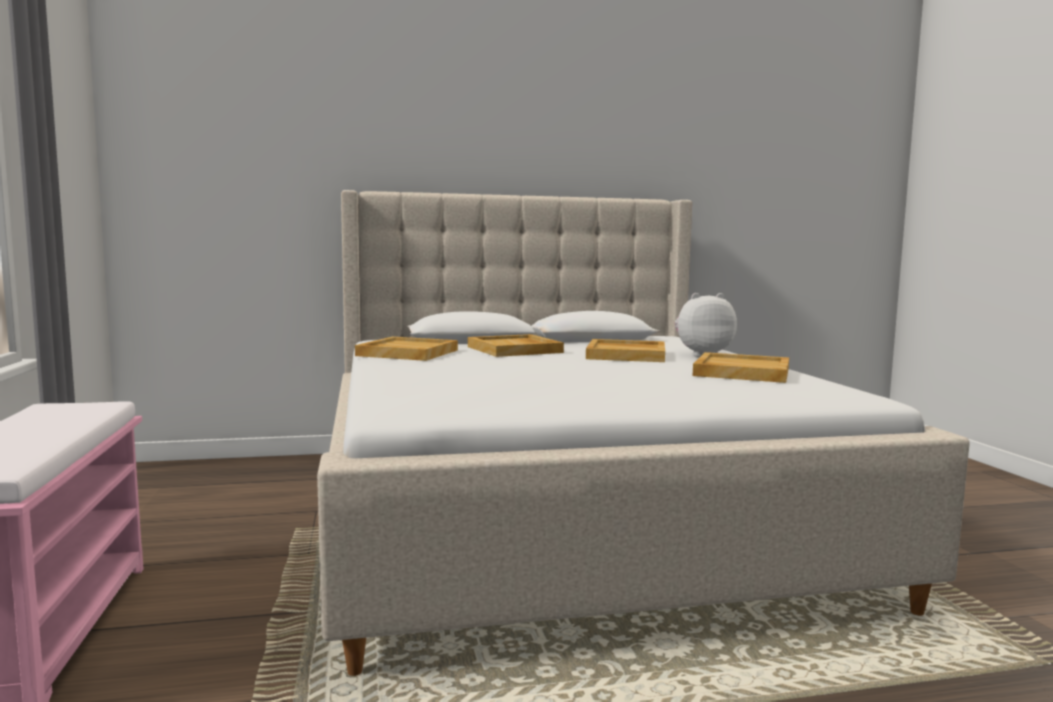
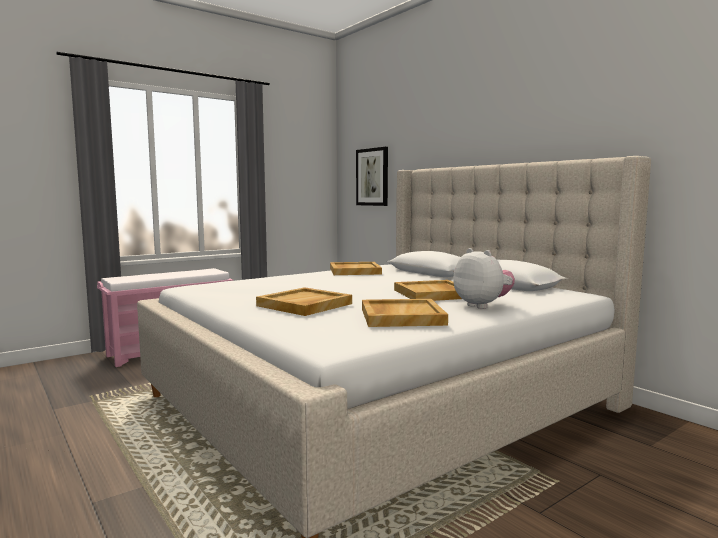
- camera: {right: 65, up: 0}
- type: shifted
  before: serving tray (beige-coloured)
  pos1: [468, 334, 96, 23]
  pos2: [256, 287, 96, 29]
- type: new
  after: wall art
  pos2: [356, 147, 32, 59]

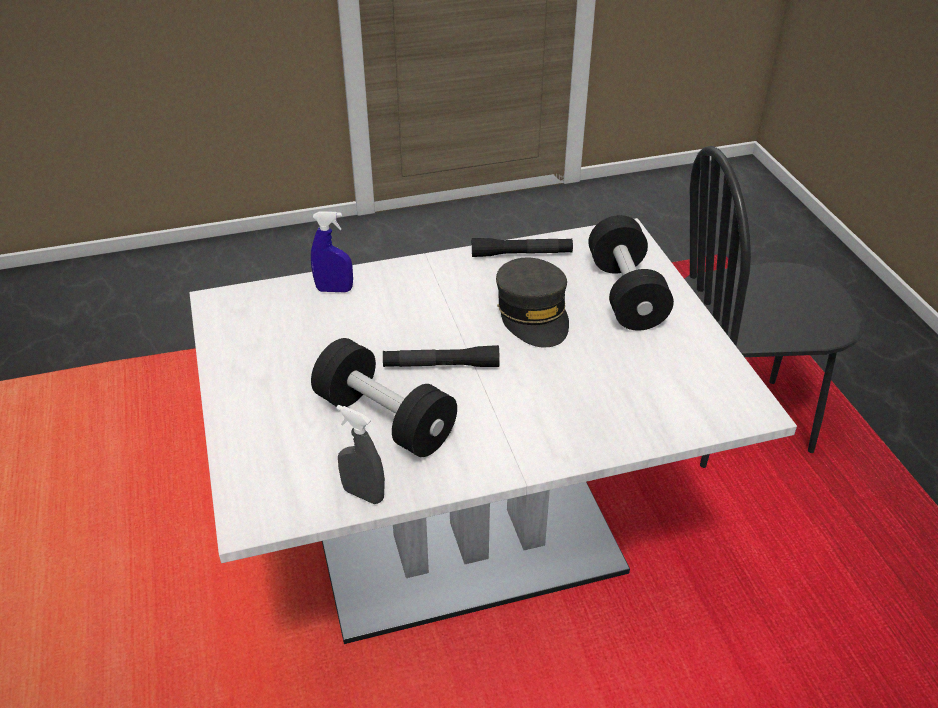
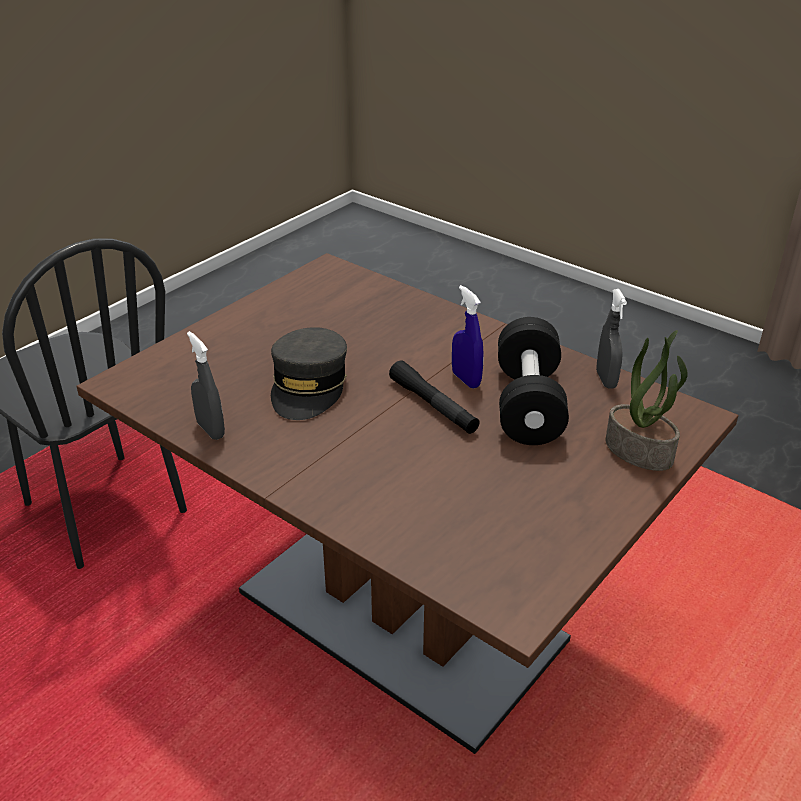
- camera: {right: -125, up: -5}
- type: shifted
  before: sprayer (blue-coloured)
  pos1: [311, 211, 42, 81]
  pos2: [452, 285, 32, 104]
- type: gone
  before: dumbbell (black-coloured)
  pos1: [588, 215, 86, 116]
- type: repainted
  before: dinner table (white)
  after: dinner table (brown-coloured)
  pos1: [189, 218, 608, 426]
  pos2: [76, 253, 663, 501]
- type: swapped
  before: torch (black-coloured)
  after: sprayer (grey)
  pos1: [472, 238, 101, 19]
  pos2: [187, 331, 38, 109]
- type: rotated
  before: baseball cap (grey)
  pos1: [496, 258, 73, 89]
  pos2: [271, 327, 76, 93]
  turn: 150
- type: new
  after: houseplant
  pos2: [606, 330, 82, 141]

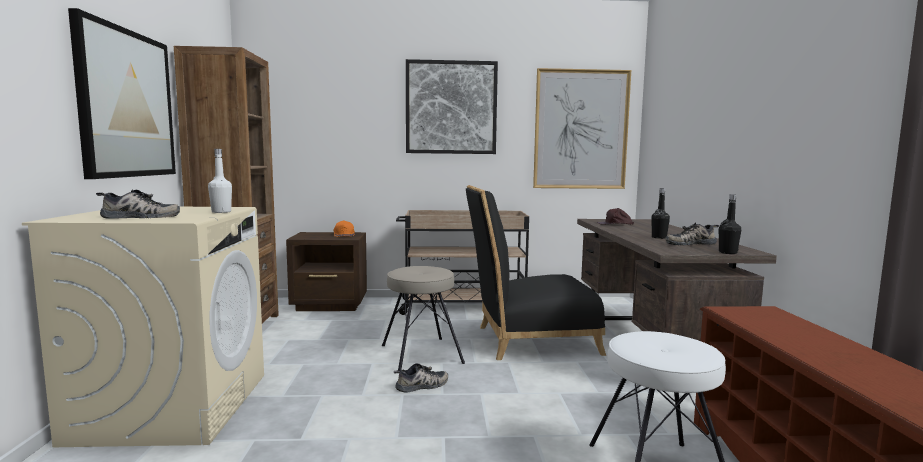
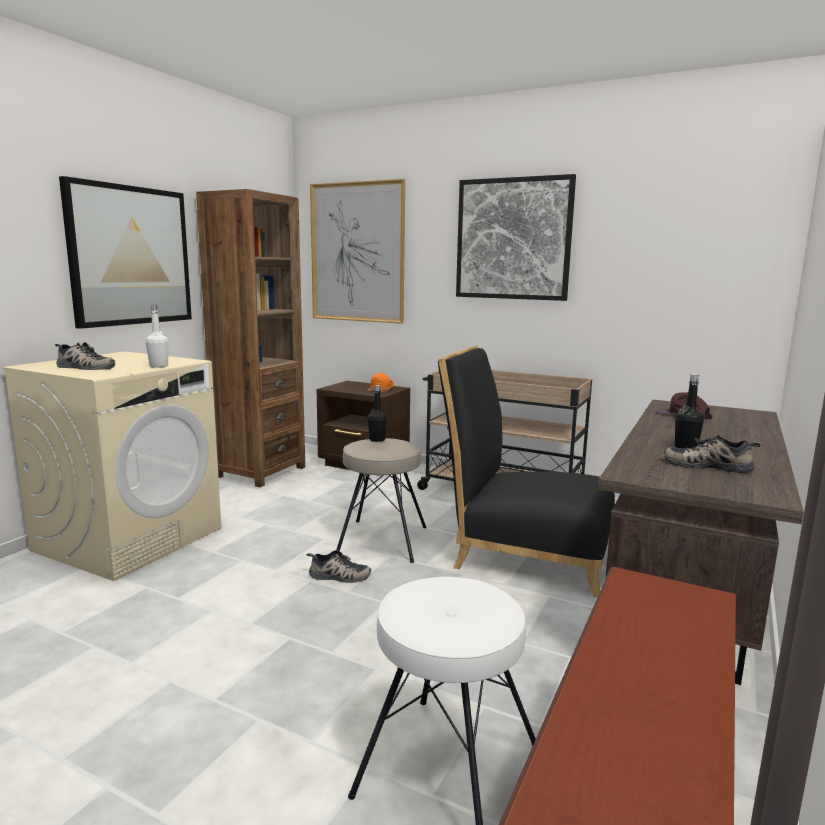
- camera: {right: 30, up: 5}
- type: shifted
  before: wall art
  pos1: [533, 68, 98, 121]
  pos2: [310, 179, 95, 145]
- type: shifted
  before: beverage bottle (black-coloured)
  pos1: [719, 194, 22, 60]
  pos2: [368, 385, 19, 57]

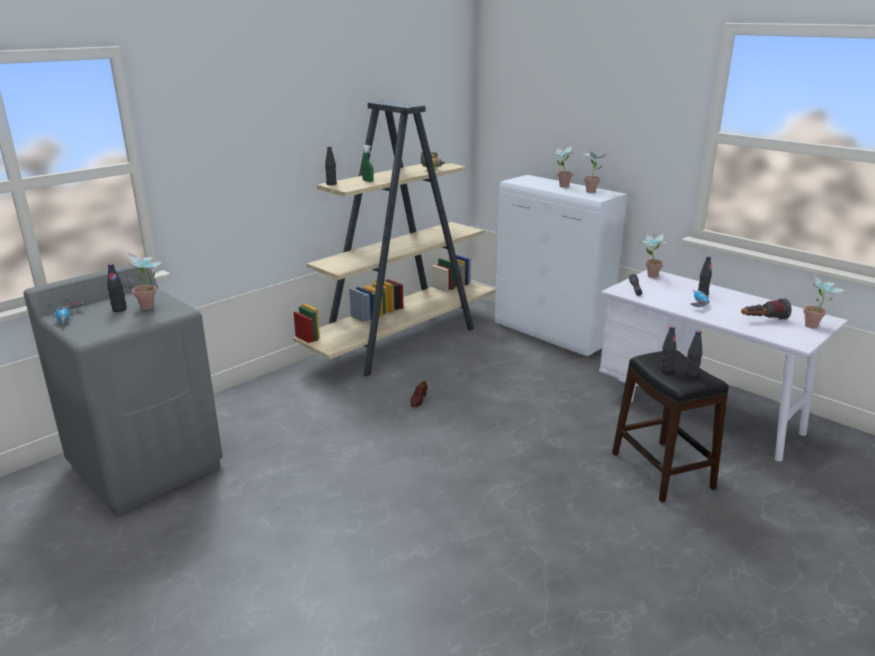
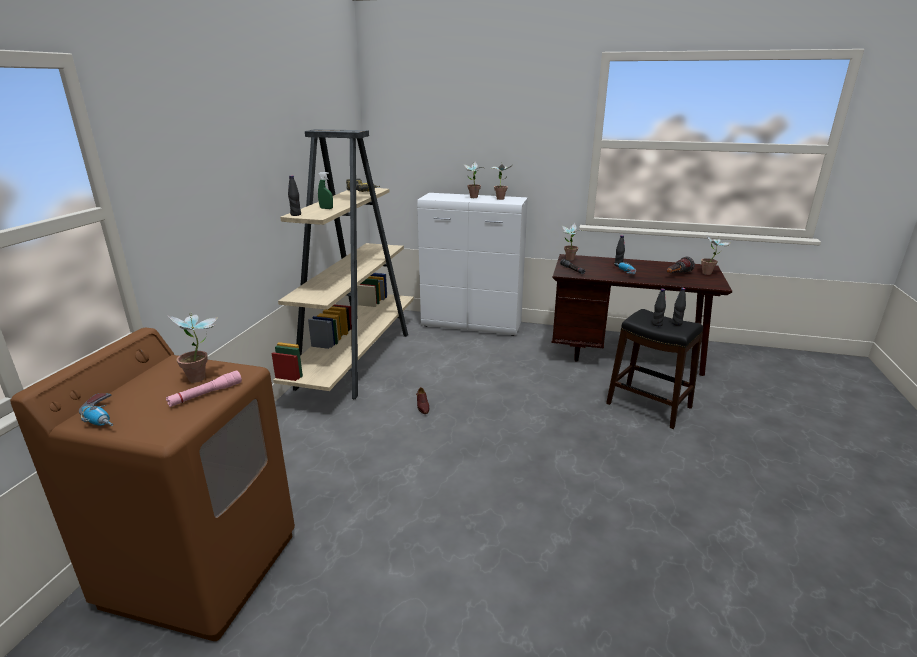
- camera: {right: -30, up: 0}
- type: repainted
  before: washing machine (grey)
  after: washing machine (brown-coloured)
  pos1: [23, 263, 200, 251]
  pos2: [10, 328, 285, 313]
- type: gone
  before: beverage bottle (black-coloured)
  pos1: [107, 264, 20, 48]
- type: repainted
  before: desk (white)
  after: desk (brown-coloured)
  pos1: [599, 270, 249, 191]
  pos2: [552, 254, 180, 122]
- type: new
  after: torch (pink)
  pos2: [166, 371, 76, 36]

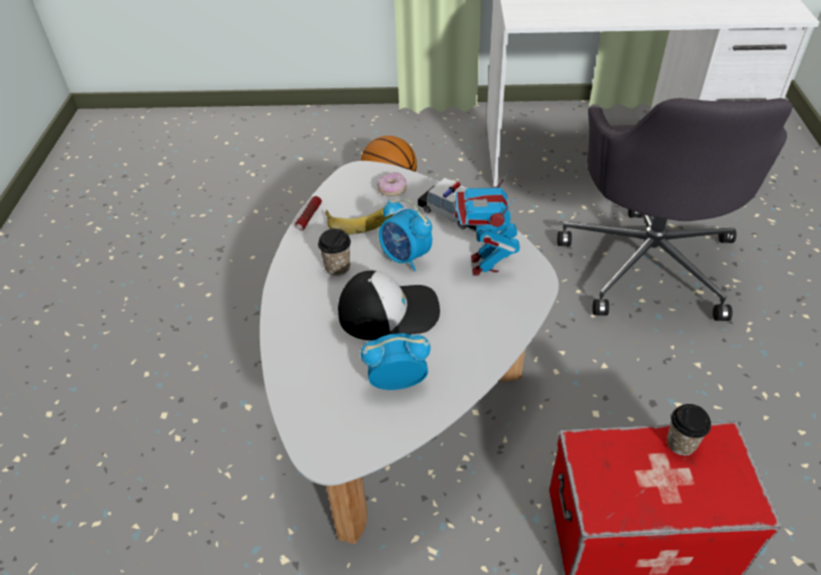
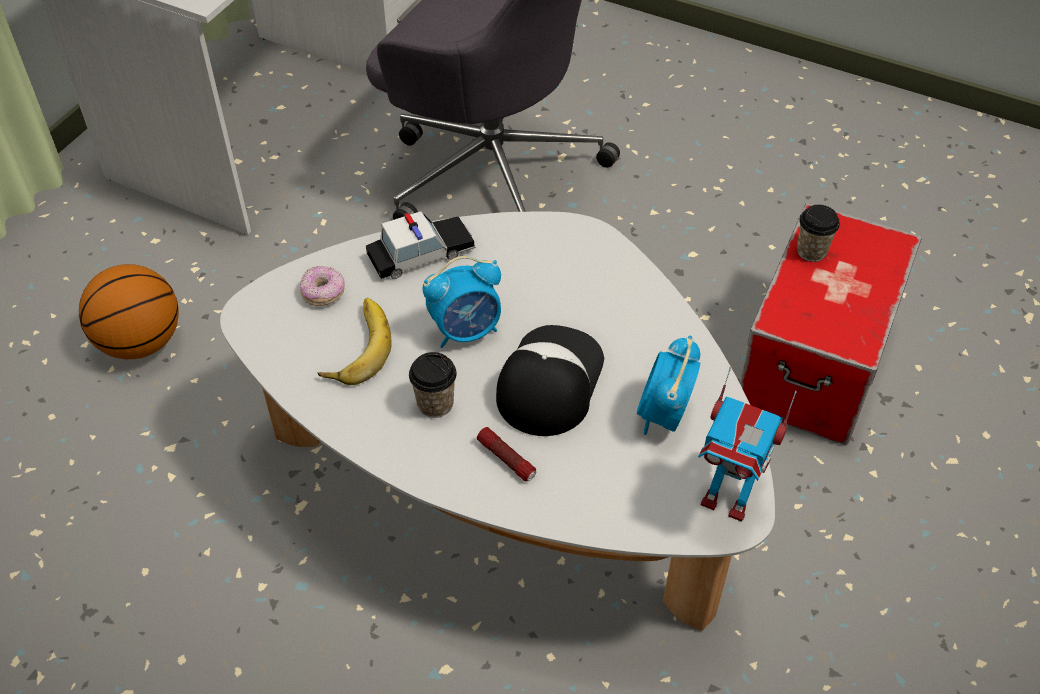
- camera: {right: -65, up: 5}
- type: shifted
  before: robot figure
  pos1: [455, 169, 65, 107]
  pos2: [698, 366, 99, 156]
- type: shifted
  before: torch
  pos1: [295, 196, 27, 34]
  pos2: [477, 427, 59, 54]

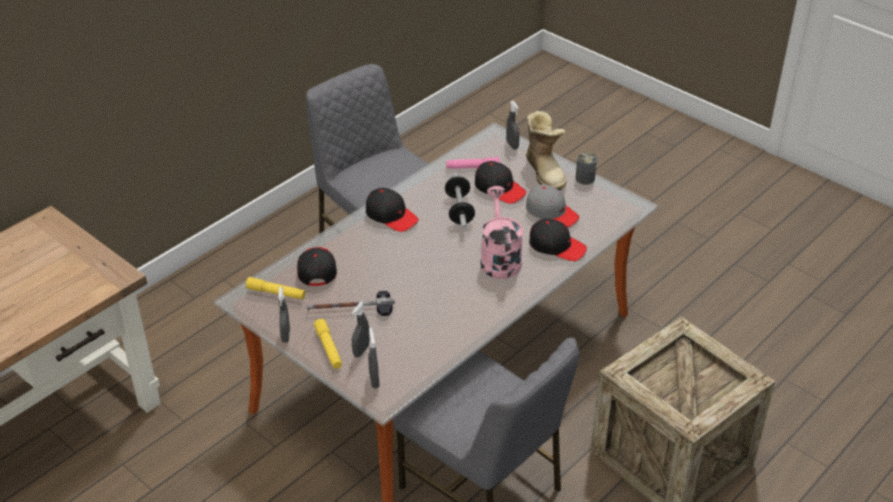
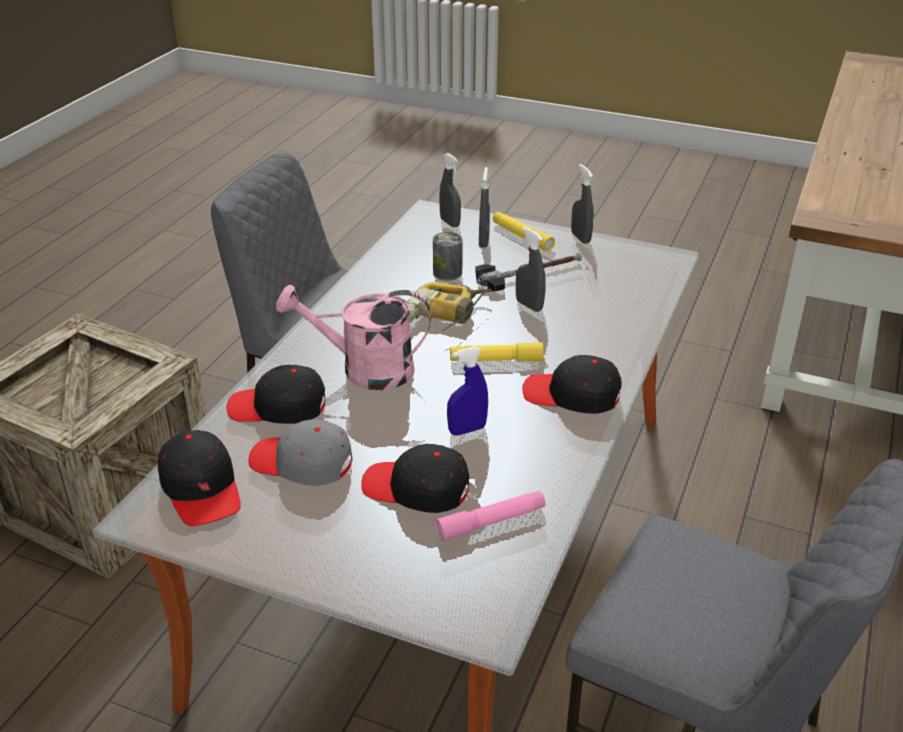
- camera: {right: 160, up: -5}
- type: shifted
  before: sprayer (grey)
  pos1: [506, 101, 14, 49]
  pos2: [516, 227, 30, 85]
- type: gone
  before: high-top boot
  pos1: [526, 111, 41, 80]
- type: shifted
  before: can
  pos1: [576, 152, 21, 33]
  pos2: [433, 232, 30, 49]
- type: swapped
  before: dumbbell
  after: sprayer (blue-coloured)
  pos1: [445, 173, 30, 56]
  pos2: [447, 346, 41, 90]
- type: rotated
  before: watering pot (pink)
  pos1: [480, 186, 43, 93]
  pos2: [276, 284, 155, 106]
  turn: 120
- type: shifted
  before: baseball cap (black-coloured)
  pos1: [297, 247, 40, 39]
  pos2: [158, 430, 83, 96]
- type: shifted
  before: torch (yellow)
  pos1: [246, 277, 59, 22]
  pos2: [450, 343, 94, 19]
- type: new
  after: power drill
  pos2: [407, 282, 85, 49]

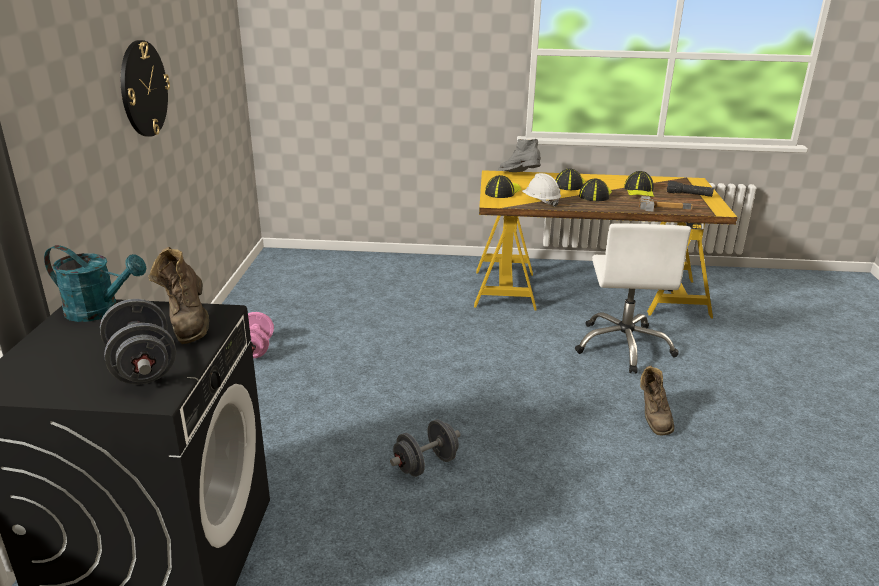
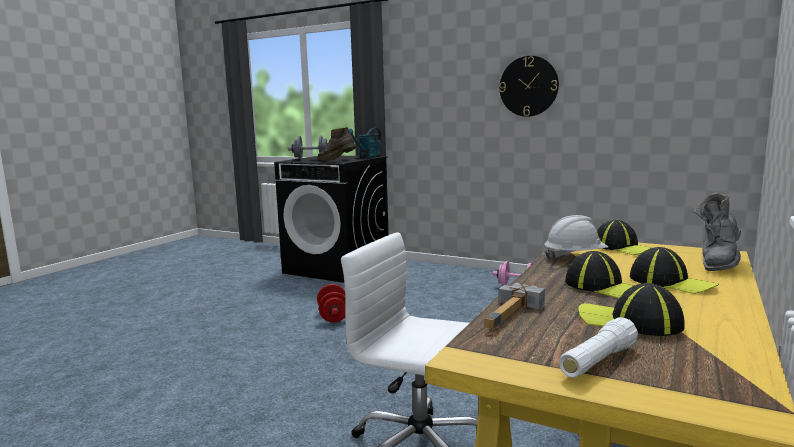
- camera: {right: 115, up: -15}
- type: rotated
  before: high-top boot (grey)
  pos1: [498, 139, 43, 33]
  pos2: [693, 192, 48, 79]
  turn: 150
- type: repainted
  before: torch (black-coloured)
  after: torch (white)
  pos1: [666, 181, 48, 16]
  pos2: [559, 317, 79, 61]
- type: gone
  before: high-top boot (brown-coloured)
  pos1: [640, 366, 34, 70]
- type: repainted
  before: dumbbell (grey)
  after: dumbbell (red)
  pos1: [390, 419, 70, 58]
  pos2: [317, 284, 28, 38]

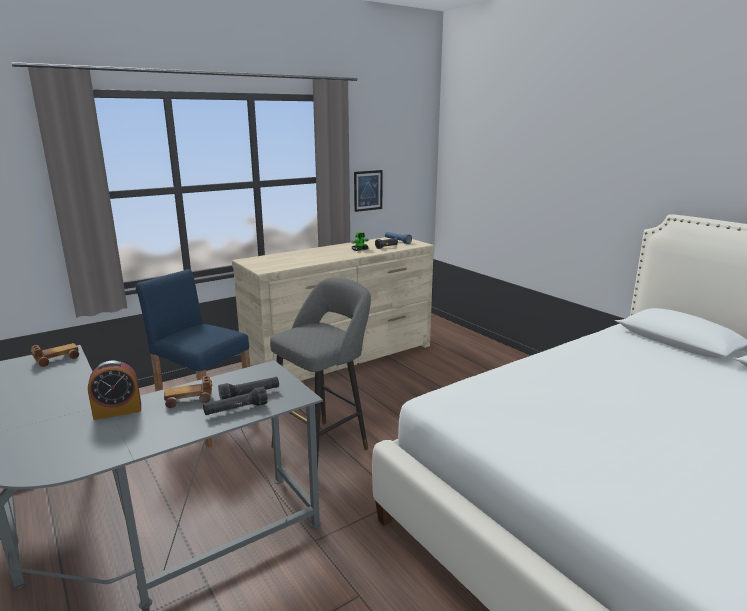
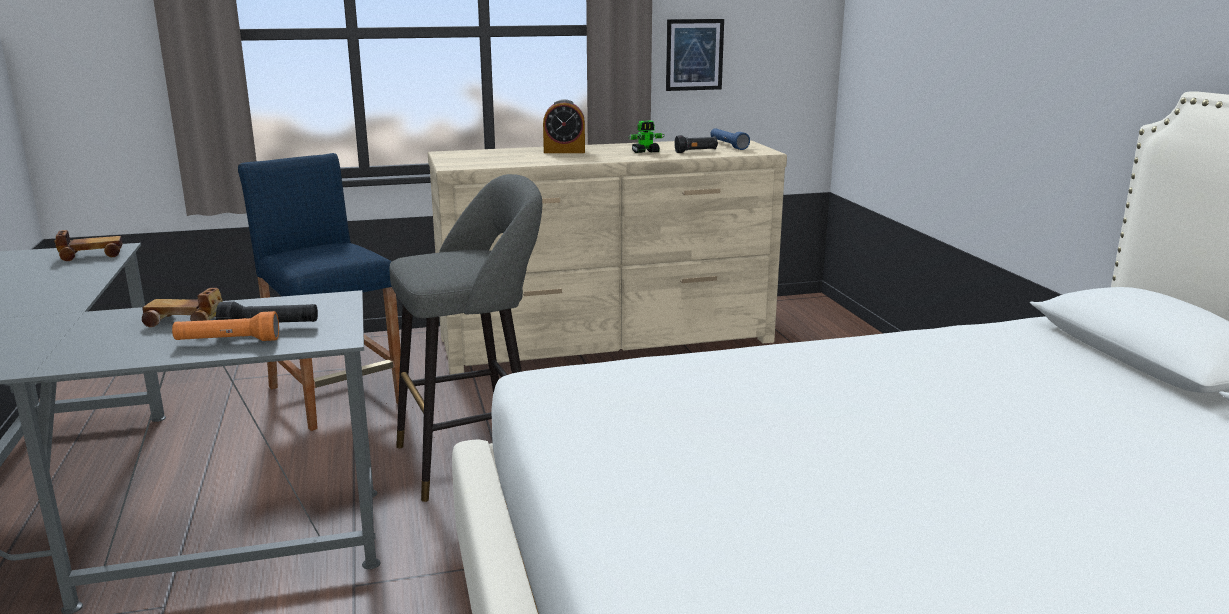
- camera: {right: 20, up: 0}
- type: shifted
  before: table clock
  pos1: [88, 361, 53, 59]
  pos2: [543, 99, 42, 54]
- type: repainted
  before: torch (black-coloured)
  after: torch (orange-coloured)
  pos1: [203, 386, 65, 29]
  pos2: [172, 311, 107, 30]

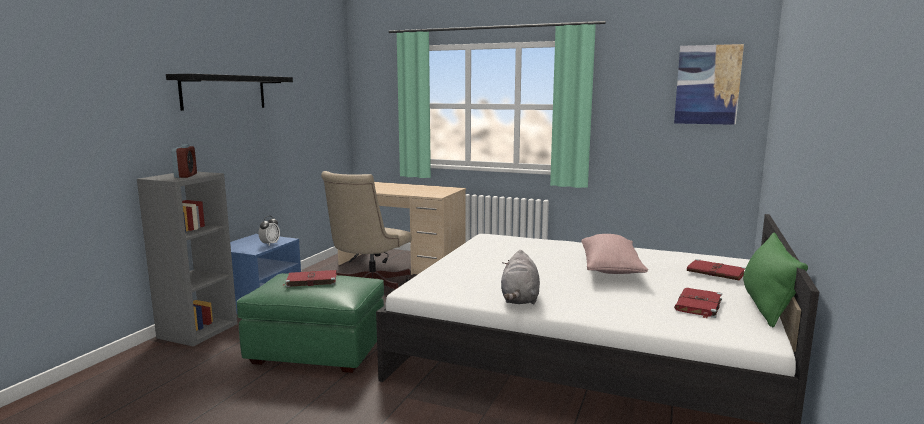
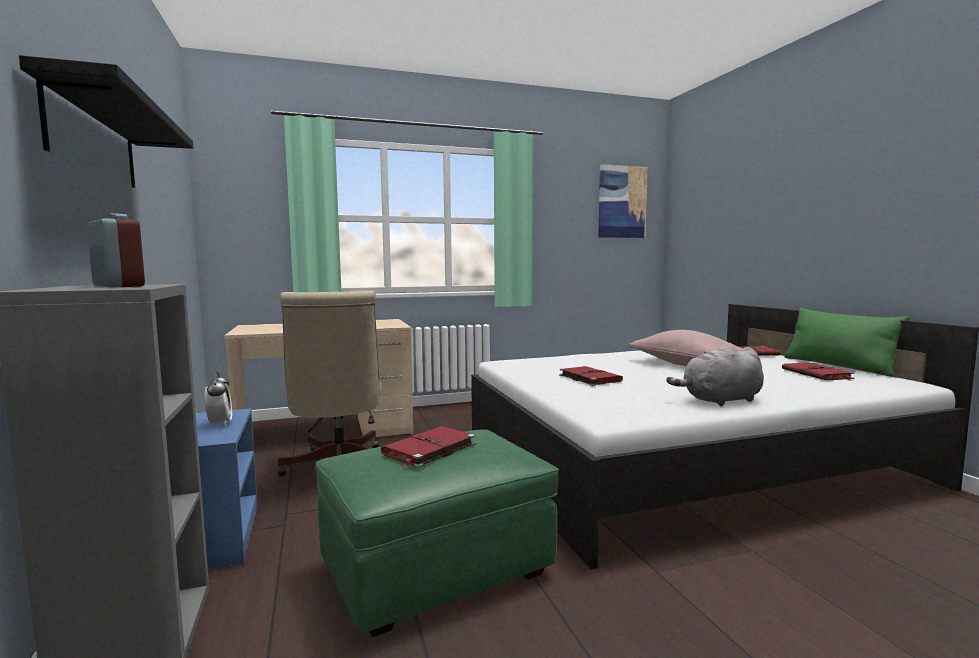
- camera: {right: -40, up: -5}
- type: rotated
  before: cuddly toy (grey)
  pos1: [501, 250, 39, 54]
  pos2: [666, 345, 98, 61]
  turn: 105
- type: new
  after: bound book (red)
  pos2: [559, 366, 64, 20]

